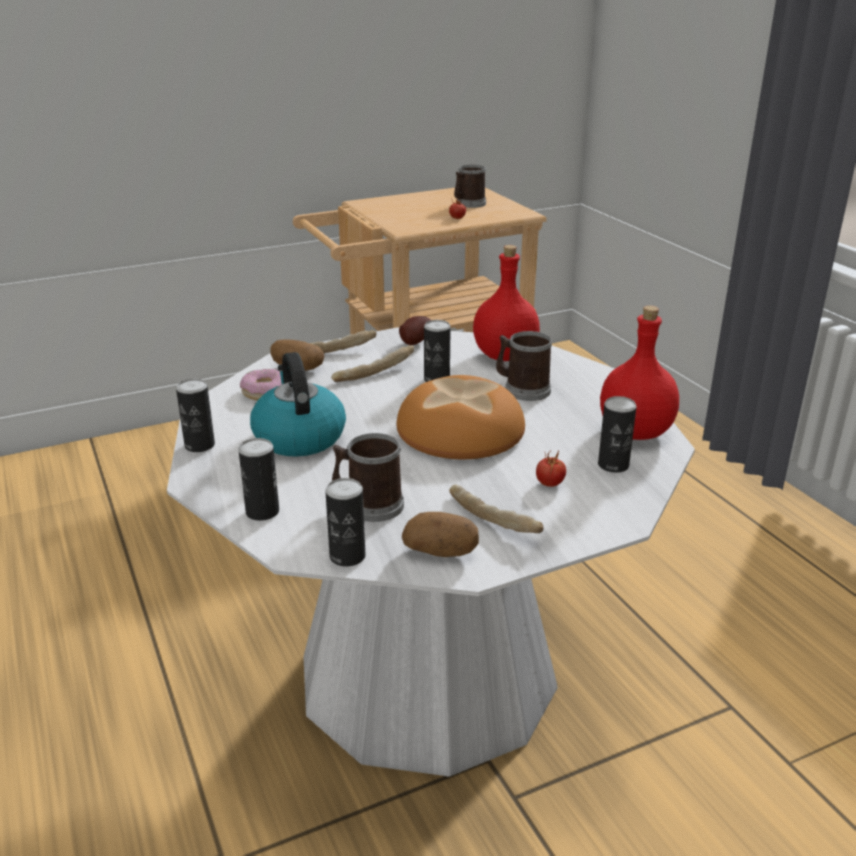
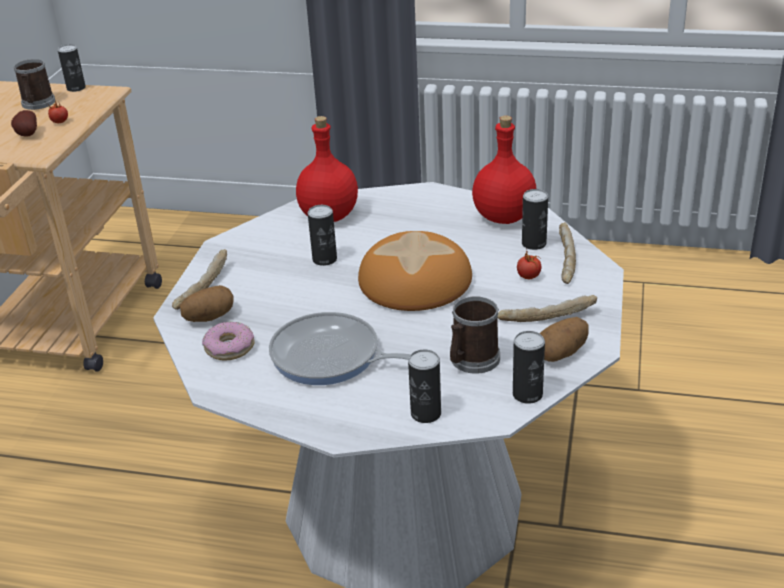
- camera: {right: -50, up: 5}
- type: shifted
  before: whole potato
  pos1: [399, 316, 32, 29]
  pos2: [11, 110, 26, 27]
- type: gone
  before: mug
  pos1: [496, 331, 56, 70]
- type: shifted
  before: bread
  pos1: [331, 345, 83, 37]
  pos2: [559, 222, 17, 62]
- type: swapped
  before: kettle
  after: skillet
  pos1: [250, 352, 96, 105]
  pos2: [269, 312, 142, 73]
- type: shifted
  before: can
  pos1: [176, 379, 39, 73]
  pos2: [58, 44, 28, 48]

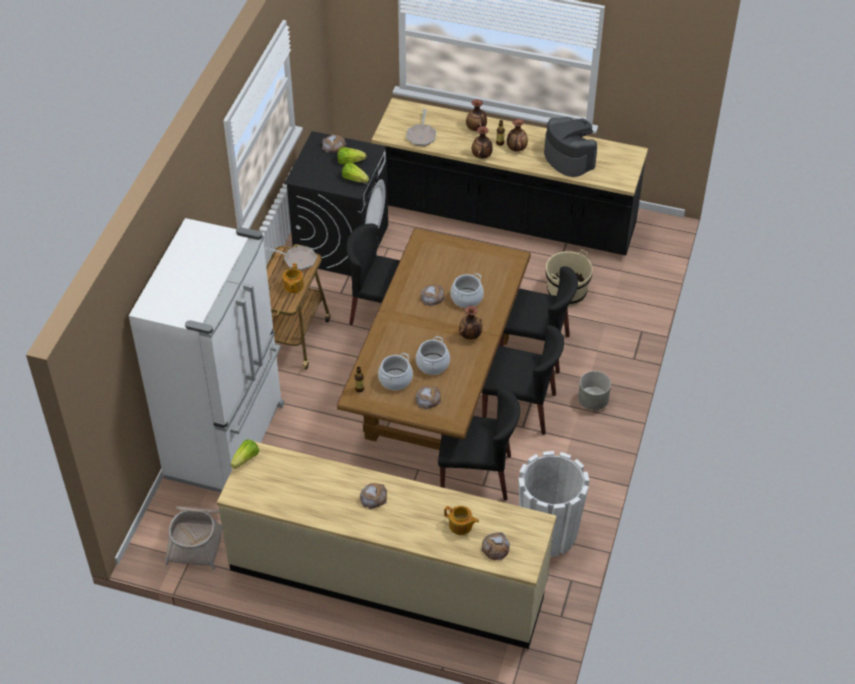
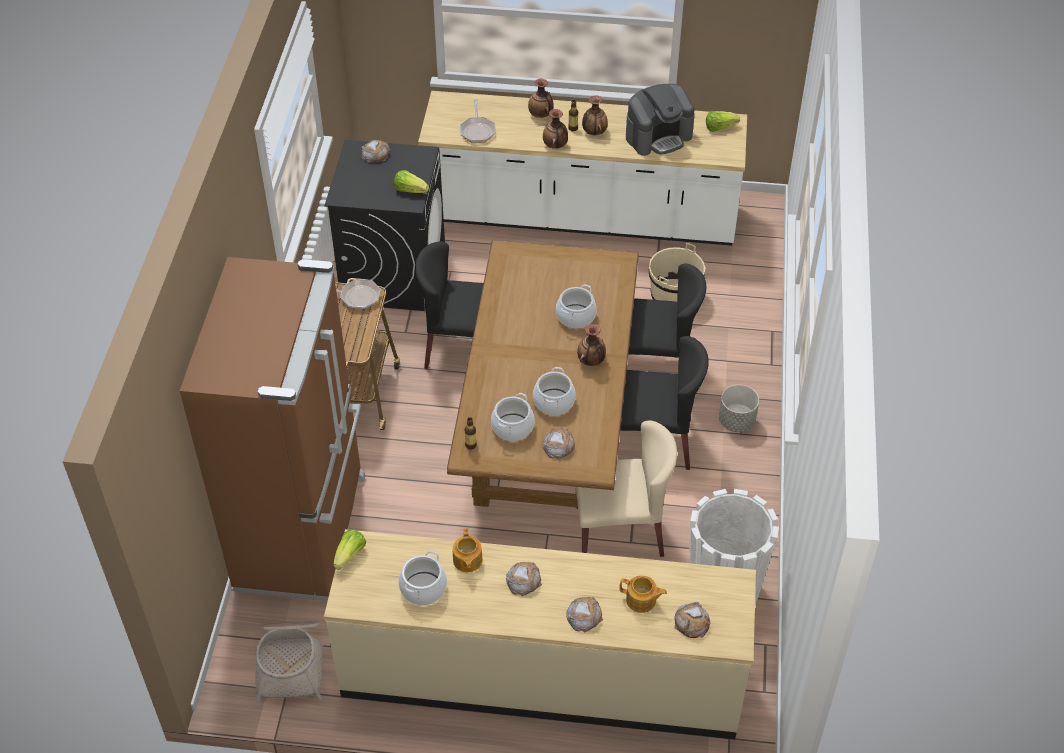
- camera: {right: -10, up: 0}
- type: repainted
  before: counter (black-coloured)
  after: counter (white)
  pos1: [372, 98, 276, 157]
  pos2: [418, 91, 329, 155]
- type: rotated
  before: coffee brewer
  pos1: [544, 117, 53, 60]
  pos2: [626, 84, 69, 72]
  turn: 105
- type: shifted
  before: lettuce head
  pos1: [337, 147, 29, 18]
  pos2: [706, 111, 34, 21]
- type: repainted
  before: fridge (white)
  after: fridge (brown-coloured)
  pos1: [129, 218, 155, 275]
  pos2: [180, 257, 185, 344]
- type: shifted
  before: tea pot
  pos1: [283, 263, 21, 30]
  pos2: [452, 528, 31, 44]
- type: shifted
  before: bread
  pos1: [420, 285, 25, 21]
  pos2: [566, 597, 37, 36]
- type: repainted
  before: plain chair (black-coloured)
  after: plain chair (beige-coloured)
  pos1: [438, 389, 82, 111]
  pos2: [576, 421, 101, 136]
- type: new
  after: stockpot
  pos2: [399, 551, 48, 54]

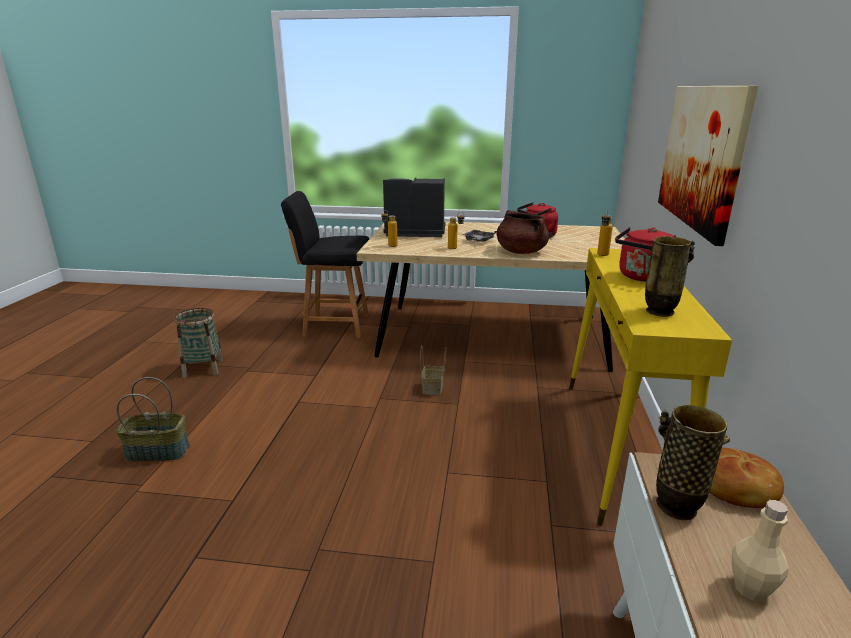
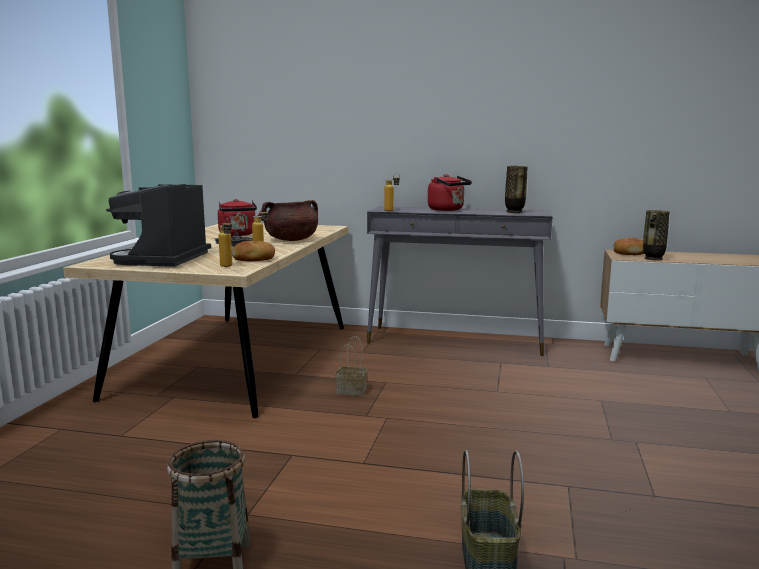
- camera: {right: -85, up: -10}
- type: gone
  before: wall art
  pos1: [658, 86, 100, 160]
- type: gone
  before: plain chair (black-coloured)
  pos1: [281, 191, 88, 147]
- type: repainted
  before: narrow table (yellow)
  after: narrow table (grey)
  pos1: [569, 248, 163, 278]
  pos2: [367, 206, 186, 150]
- type: gone
  before: beverage bottle (beige-coloured)
  pos1: [732, 500, 57, 101]
- type: new
  after: bread
  pos2: [232, 241, 43, 20]

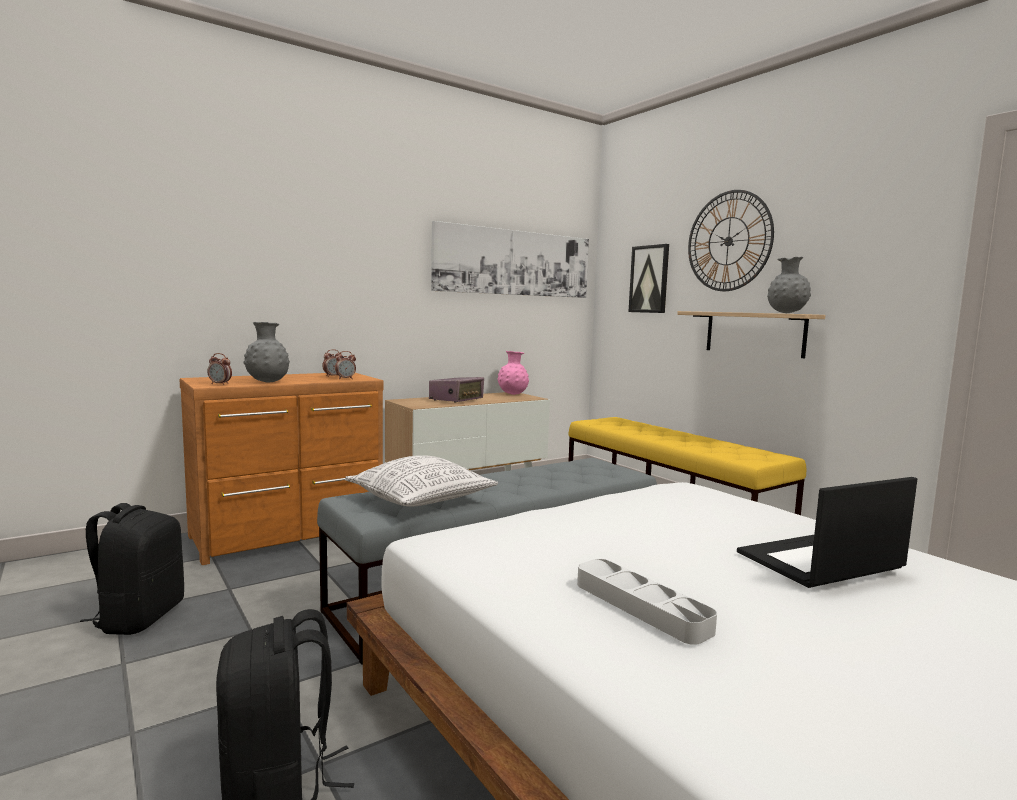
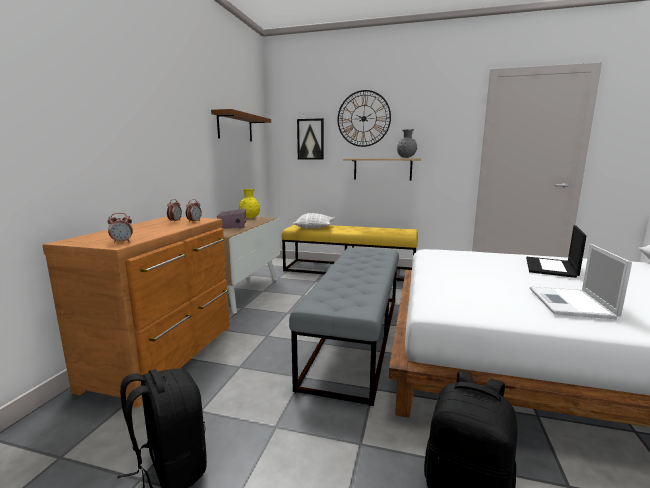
- camera: {right: -40, up: 5}
- type: swapped
  before: wall art
  after: bracket shelf (brown-coloured)
  pos1: [431, 221, 158, 77]
  pos2: [211, 109, 60, 33]
- type: gone
  before: vase (grey)
  pos1: [243, 322, 47, 60]
- type: repainted
  before: vase (pink)
  after: vase (yellow)
  pos1: [497, 351, 32, 44]
  pos2: [239, 189, 21, 29]
- type: shifted
  before: throw pillow
  pos1: [345, 455, 153, 52]
  pos2: [292, 213, 43, 16]
- type: swapped
  before: serving tray (grey)
  after: notebook computer
  pos1: [577, 559, 140, 86]
  pos2: [530, 244, 102, 75]

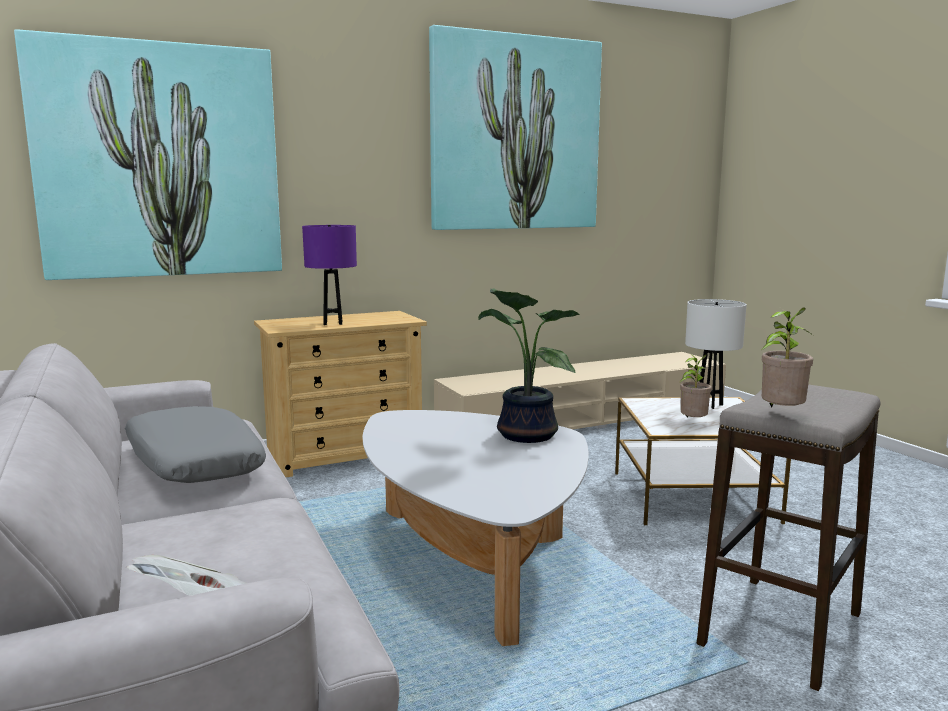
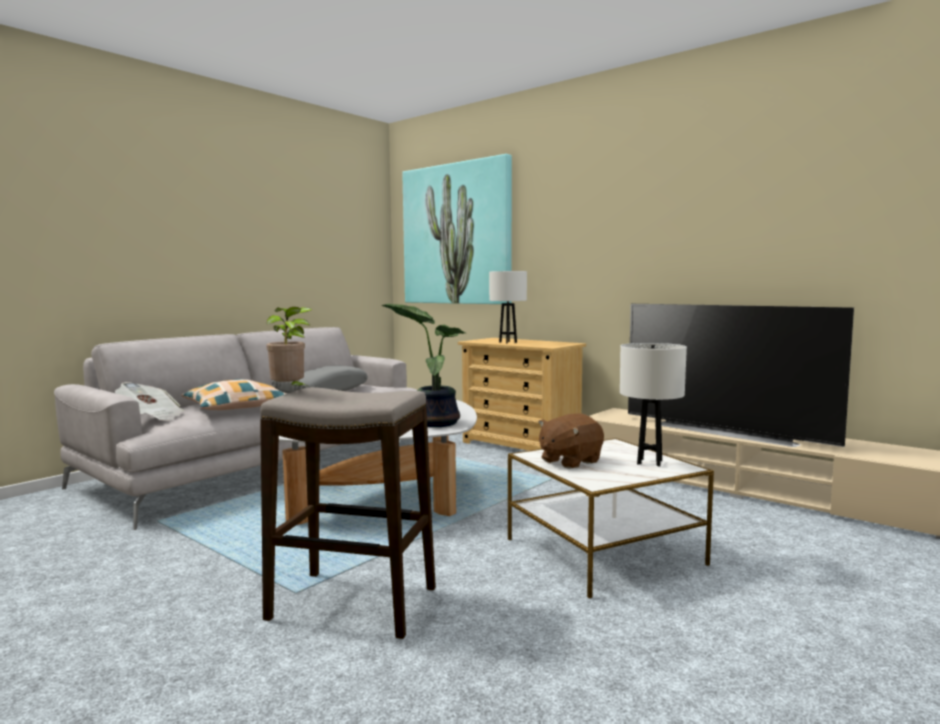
- camera: {right: 65, up: -5}
- type: gone
  before: wall art
  pos1: [429, 25, 173, 205]
- type: repainted
  before: lamp for a table (purple-coloured)
  after: lamp for a table (white)
  pos1: [302, 225, 55, 100]
  pos2: [489, 271, 38, 72]
- type: swapped
  before: houseplant
  after: cuddly toy (brown-coloured)
  pos1: [680, 354, 32, 64]
  pos2: [539, 414, 65, 55]
- type: new
  after: TV
  pos2: [628, 304, 226, 143]
- type: new
  after: throw pillow
  pos2: [181, 379, 105, 31]

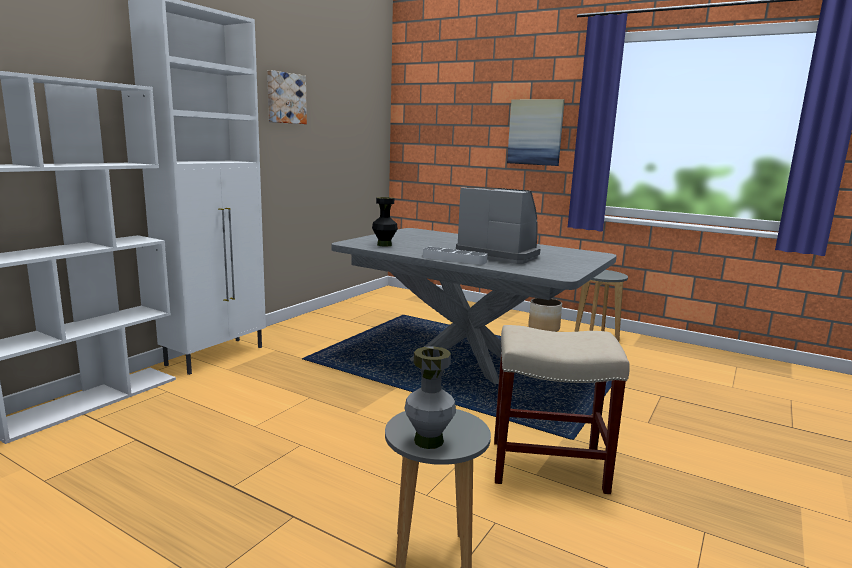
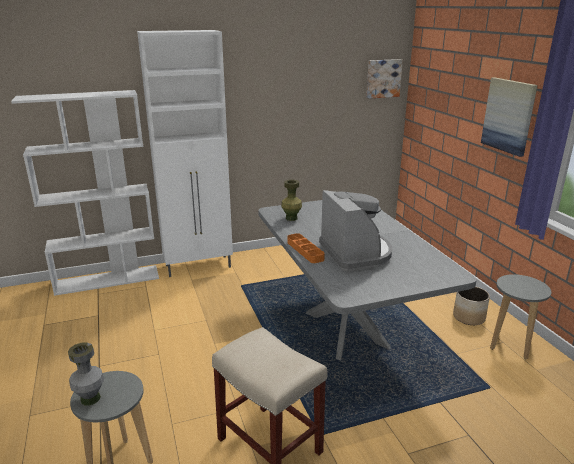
- camera: {right: 40, up: 10}
- type: shifted
  before: wall art
  pos1: [267, 70, 40, 54]
  pos2: [366, 59, 37, 40]
- type: repainted
  before: vase (black-coloured)
  after: vase (green-coloured)
  pos1: [372, 197, 26, 50]
  pos2: [281, 180, 21, 41]
- type: repainted
  before: serving tray (grey)
  after: serving tray (orange-coloured)
  pos1: [423, 247, 65, 18]
  pos2: [287, 233, 38, 30]

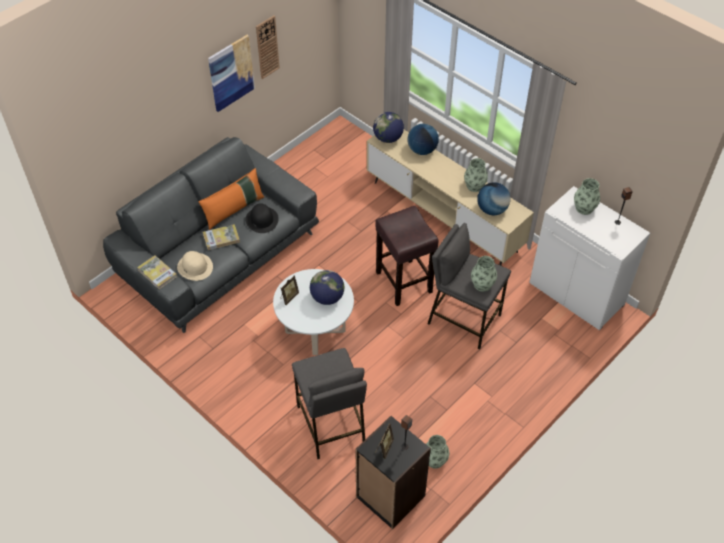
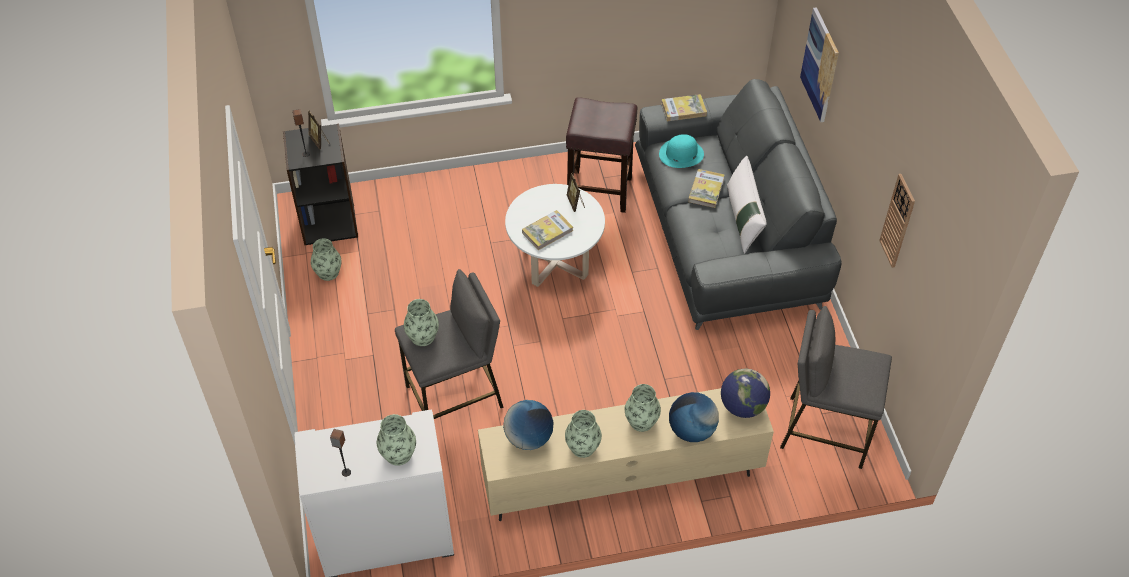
- camera: {right: 125, up: 0}
- type: shifted
  before: wall art
  pos1: [208, 35, 47, 77]
  pos2: [800, 7, 39, 115]
- type: repainted
  before: throw pillow (orange-coloured)
  after: throw pillow (white)
  pos1: [198, 168, 66, 62]
  pos2: [727, 156, 40, 98]
- type: gone
  before: wearable hat (black-coloured)
  pos1: [245, 203, 34, 30]
- type: shifted
  before: sitting stool (brown-coloured)
  pos1: [375, 206, 64, 100]
  pos2: [566, 97, 71, 116]
- type: repainted
  before: wearable hat (beige-coloured)
  after: wearable hat (turquoise-coloured)
  pos1: [177, 251, 36, 30]
  pos2: [659, 134, 45, 34]
- type: swapped
  before: desk globe
  after: bound book
  pos1: [310, 270, 34, 35]
  pos2: [522, 210, 51, 40]
- type: shifted
  before: sitting stool (grey)
  pos1: [292, 348, 75, 111]
  pos2: [780, 306, 112, 163]
- type: new
  after: vase
  pos2: [625, 384, 36, 48]

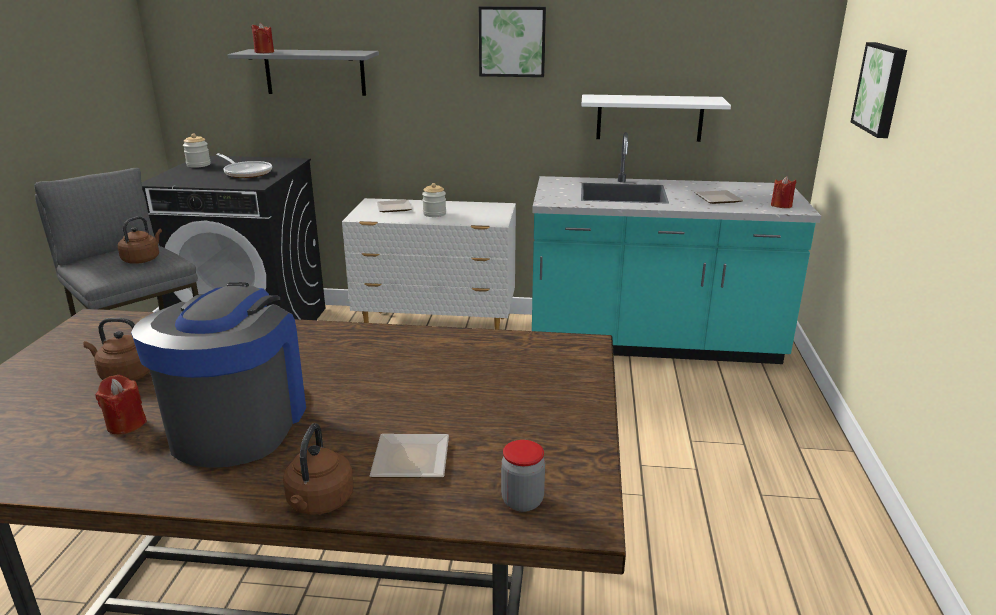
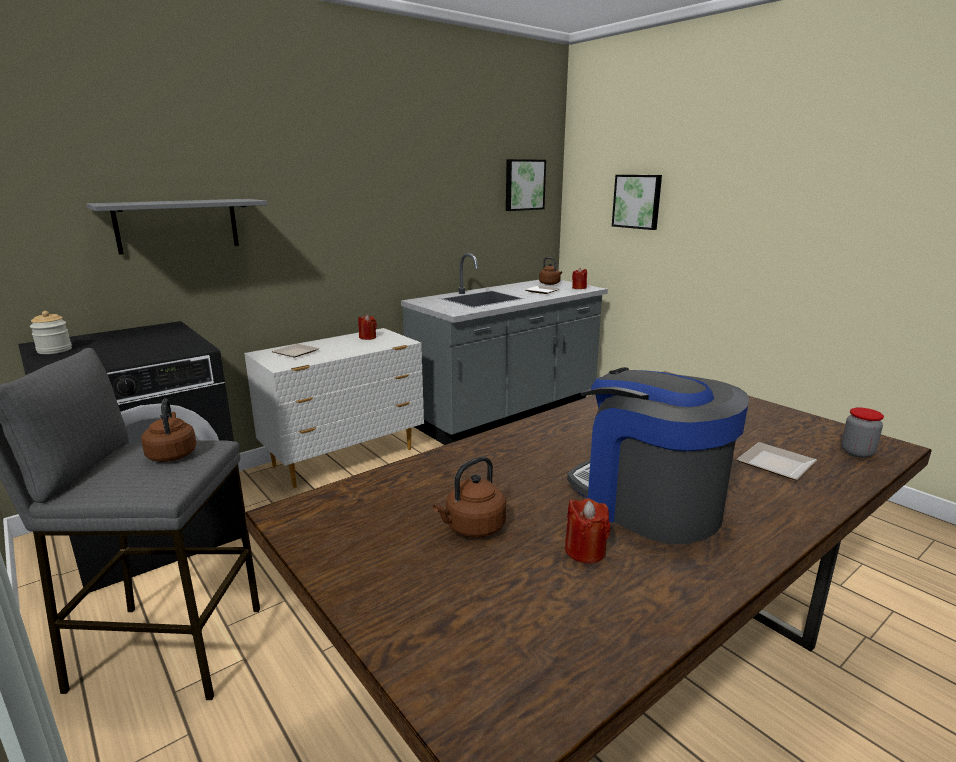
- camera: {right: -45, up: -5}
- type: shifted
  before: wall art
  pos1: [479, 6, 67, 71]
  pos2: [506, 159, 40, 52]
- type: shifted
  before: wax light (red)
  pos1: [251, 23, 23, 30]
  pos2: [358, 314, 19, 26]
- type: gone
  before: bracket shelf (white)
  pos1: [581, 94, 150, 48]
- type: repainted
  before: counter (turquoise-coloured)
  after: counter (grey)
  pos1: [532, 132, 289, 232]
  pos2: [401, 253, 207, 192]
- type: gone
  before: skillet
  pos1: [216, 153, 56, 25]
- type: gone
  before: storage jar
  pos1: [422, 183, 24, 34]
- type: shifted
  before: kettle (brown-coloured)
  pos1: [283, 423, 71, 92]
  pos2: [539, 257, 23, 28]

